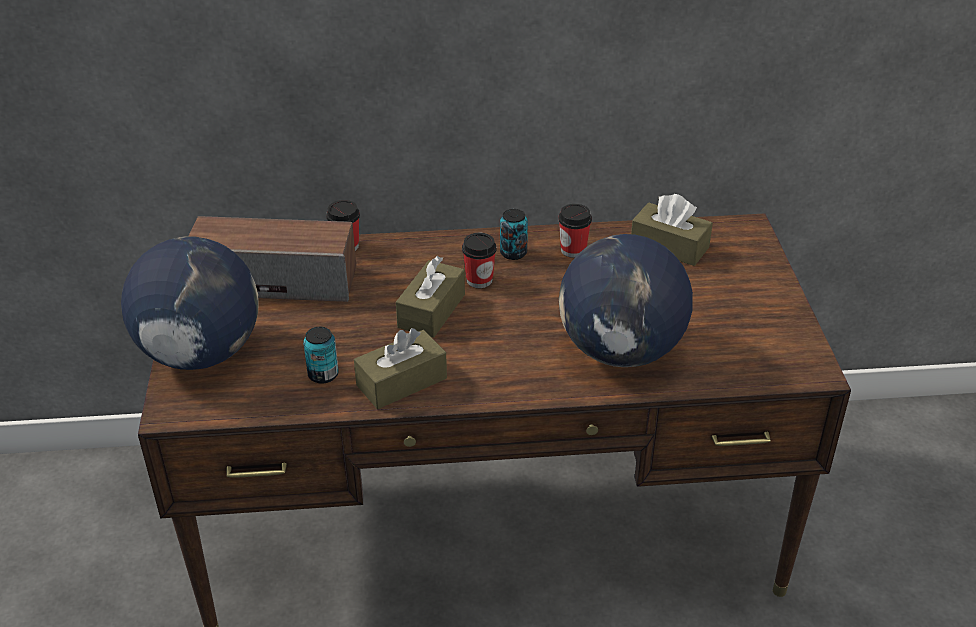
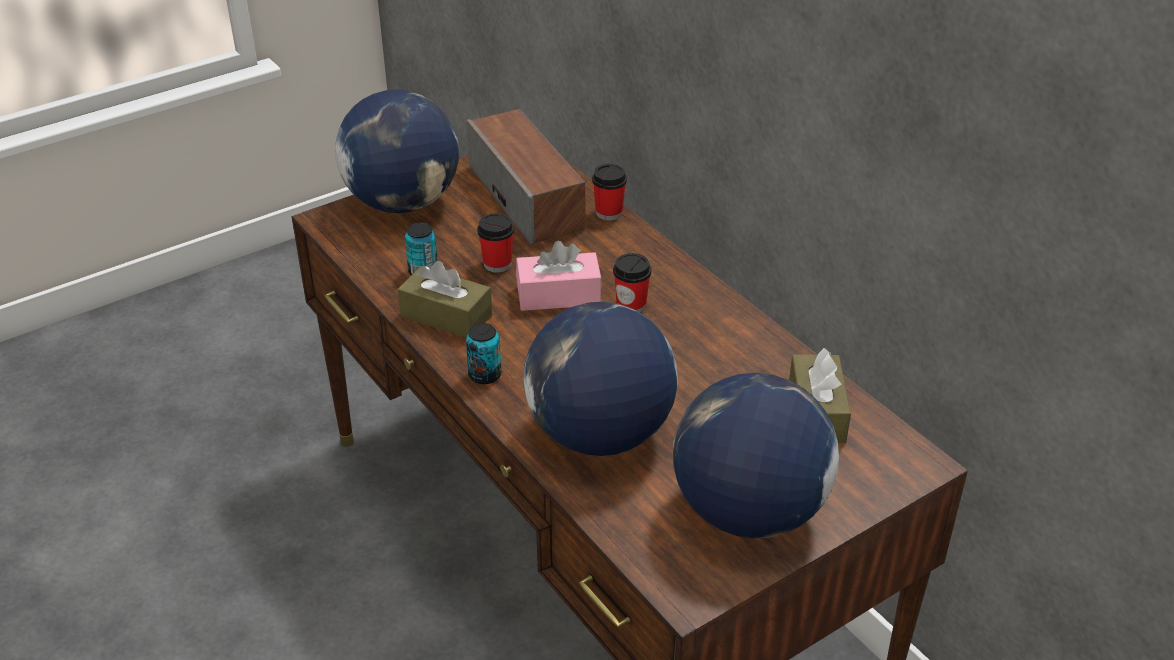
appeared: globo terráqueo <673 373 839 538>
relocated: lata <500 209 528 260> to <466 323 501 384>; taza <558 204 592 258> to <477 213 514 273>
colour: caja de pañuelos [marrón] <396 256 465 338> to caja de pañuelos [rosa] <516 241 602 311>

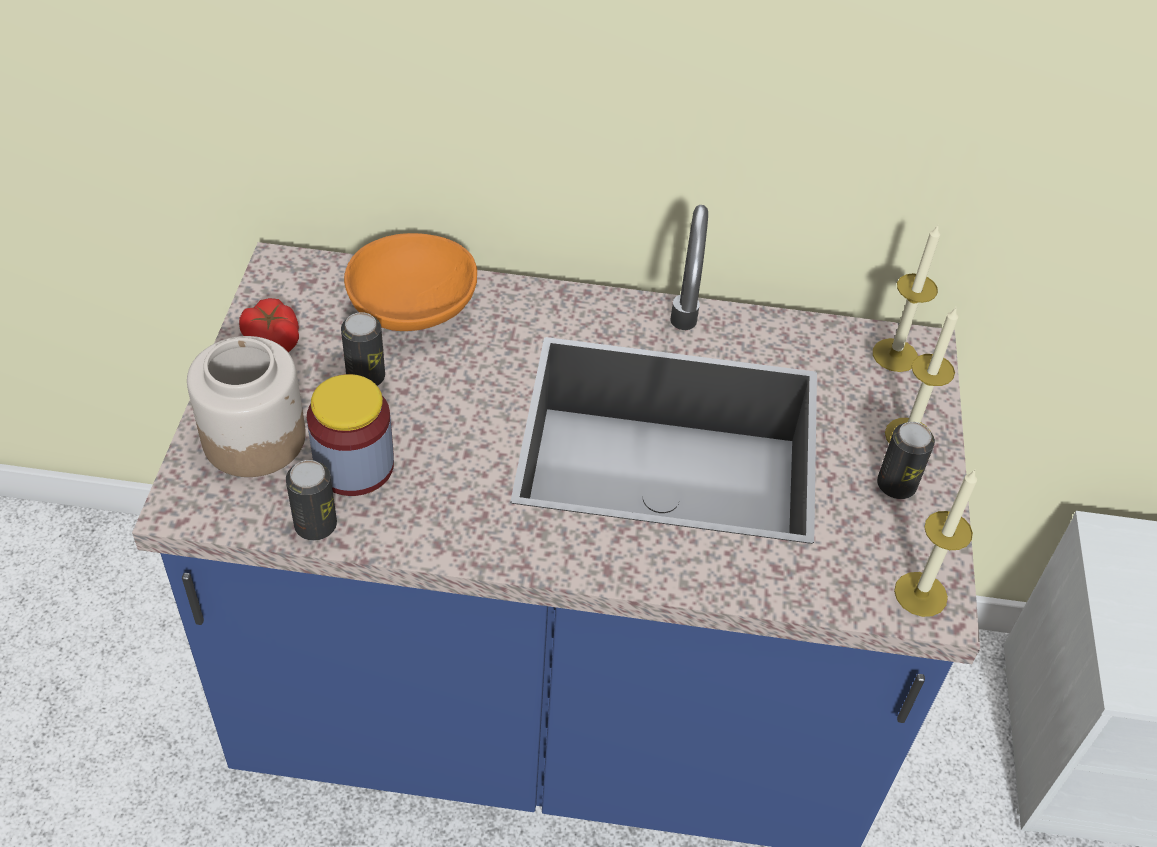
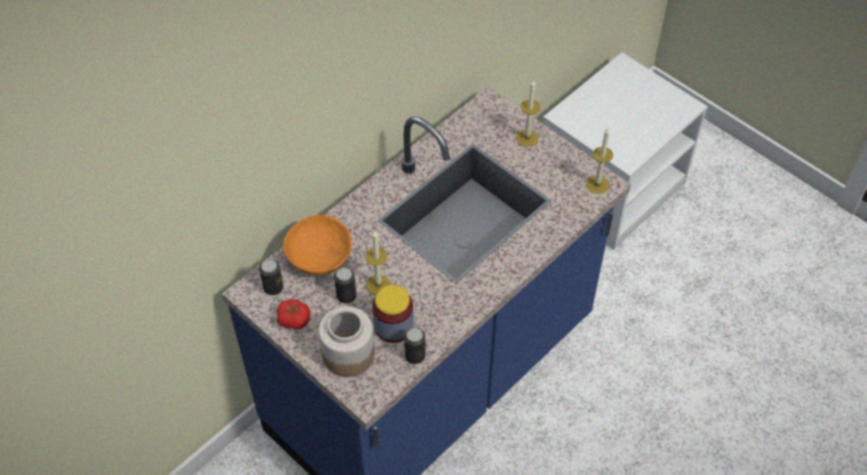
relocated: vela <873 224 940 372> to <366 231 391 295>; lata <877 422 935 499> to <259 259 283 295>

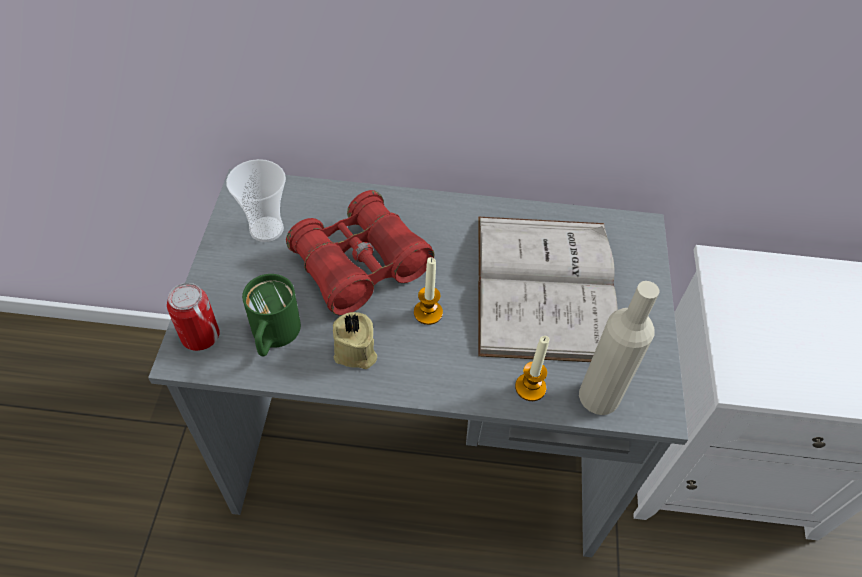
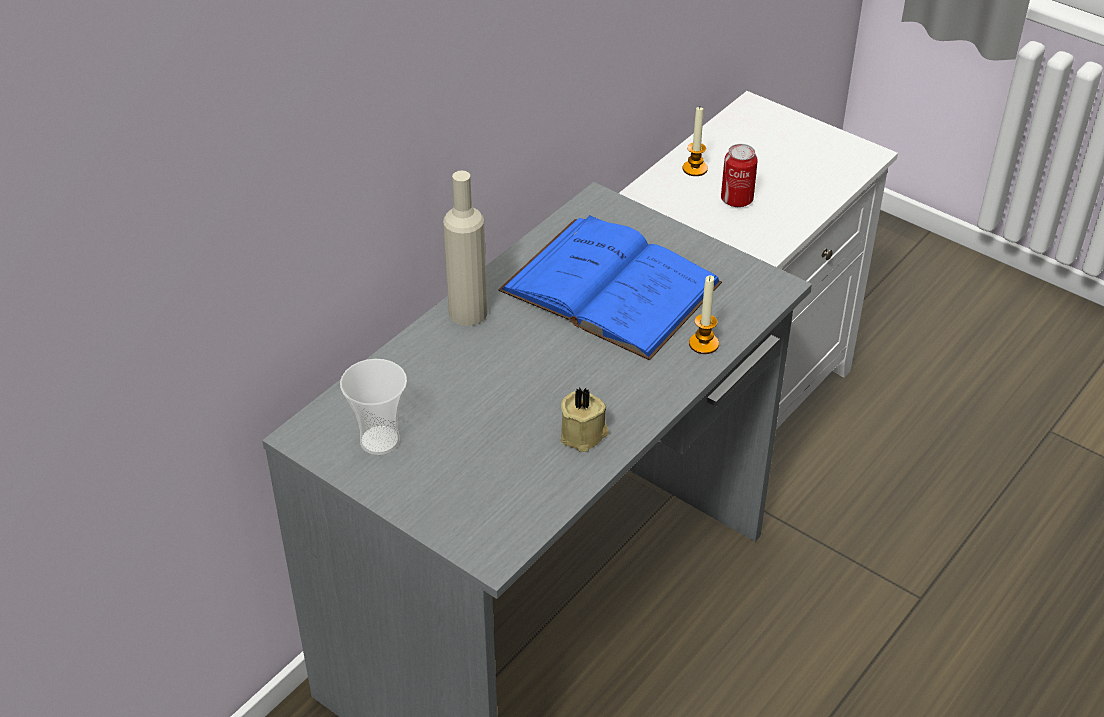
missing: taza grande [verde] <242 274 301 357>; prismáticos [rojo] <286 190 434 315>
relocated: lata <167 283 219 351> to <721 144 758 207>; vela <414 257 443 325> to <683 107 708 176>; botella [beis] <579 281 659 415> to <443 171 488 326>
colour: libro [blanco] <478 217 618 362> to libro [azul] <498 215 722 361>

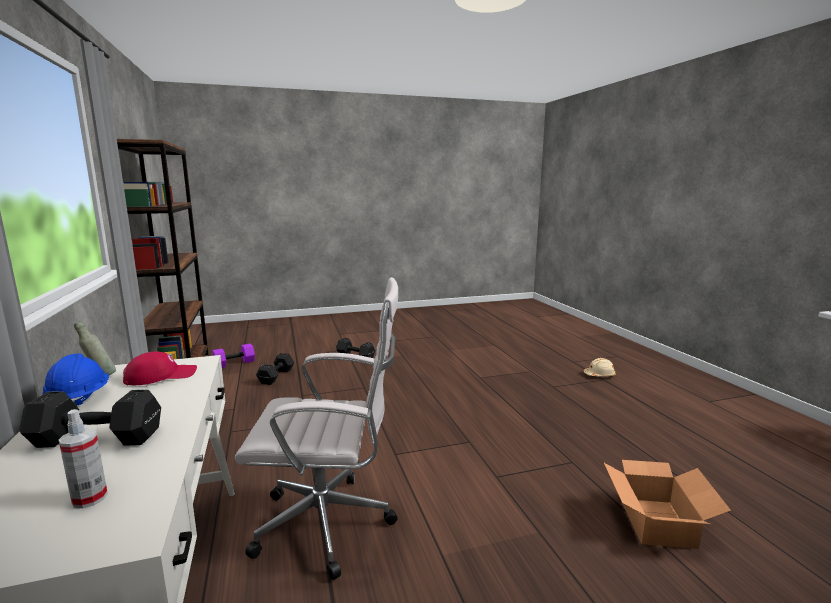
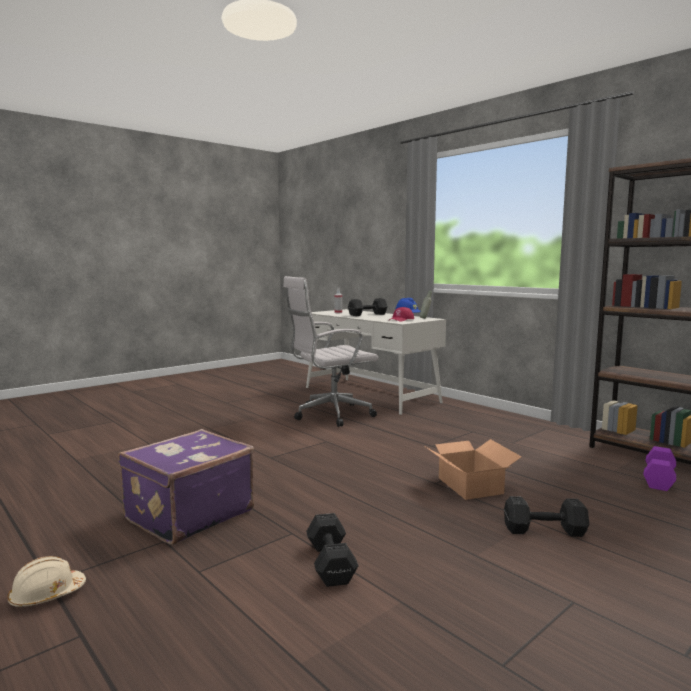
appeared: maleta [morado] <118 429 254 545>
relocated: mancuerna [negro] <256 353 295 385> to <306 513 359 587>; caja de cartón <604 460 731 549> to <424 439 522 500>

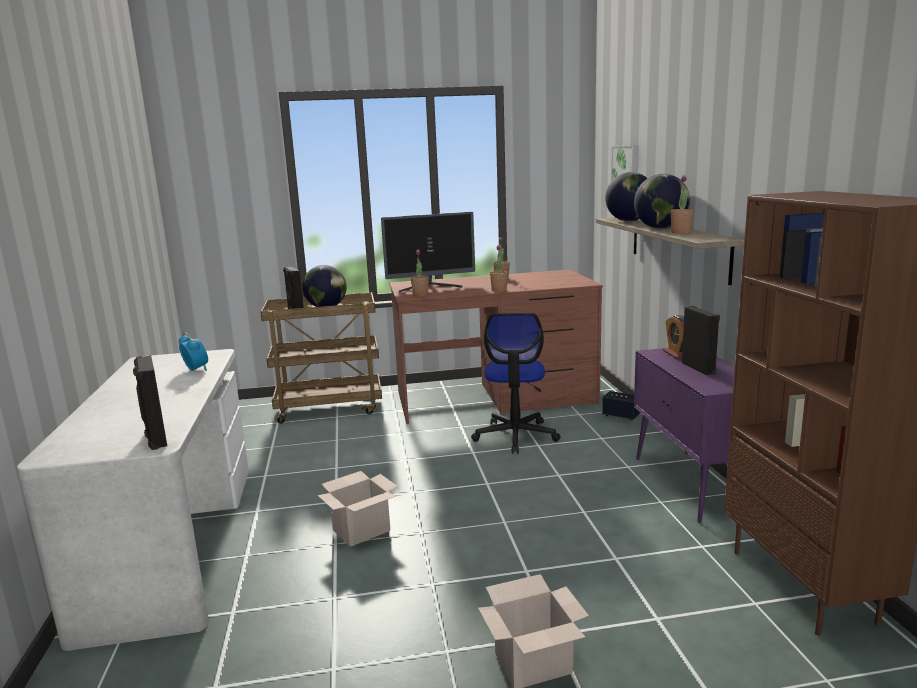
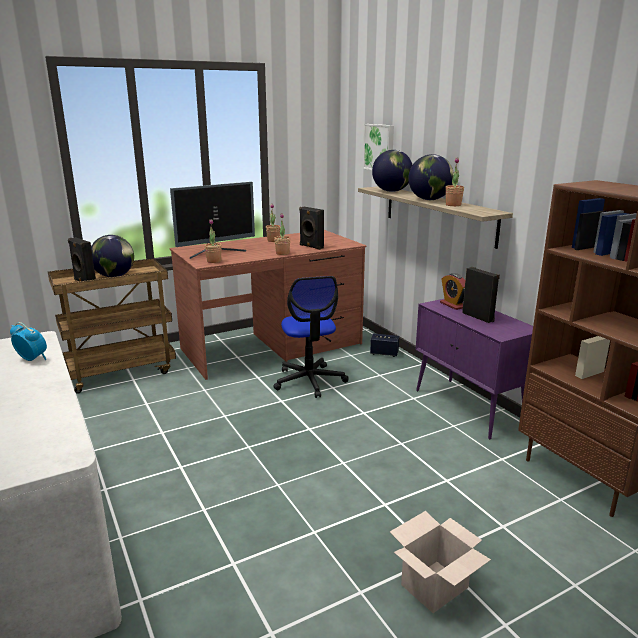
missing: caja de cartón <318 471 398 547>
relocated: altavoz [negro] <133 355 167 450> to <299 207 324 250>

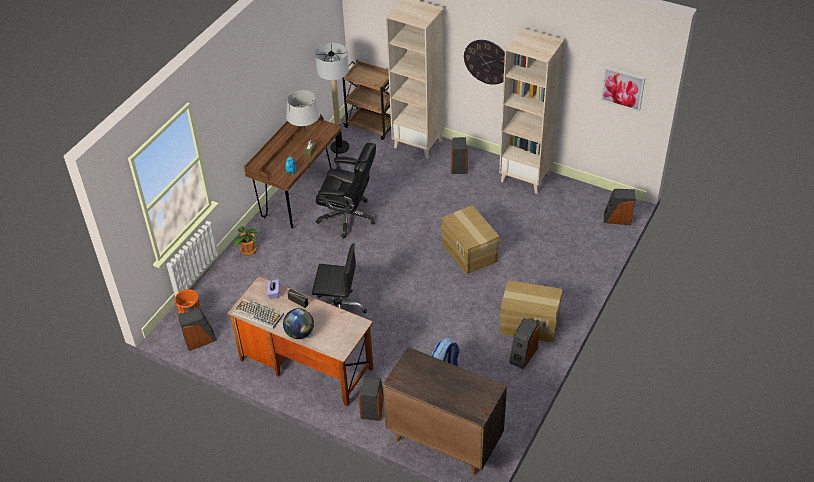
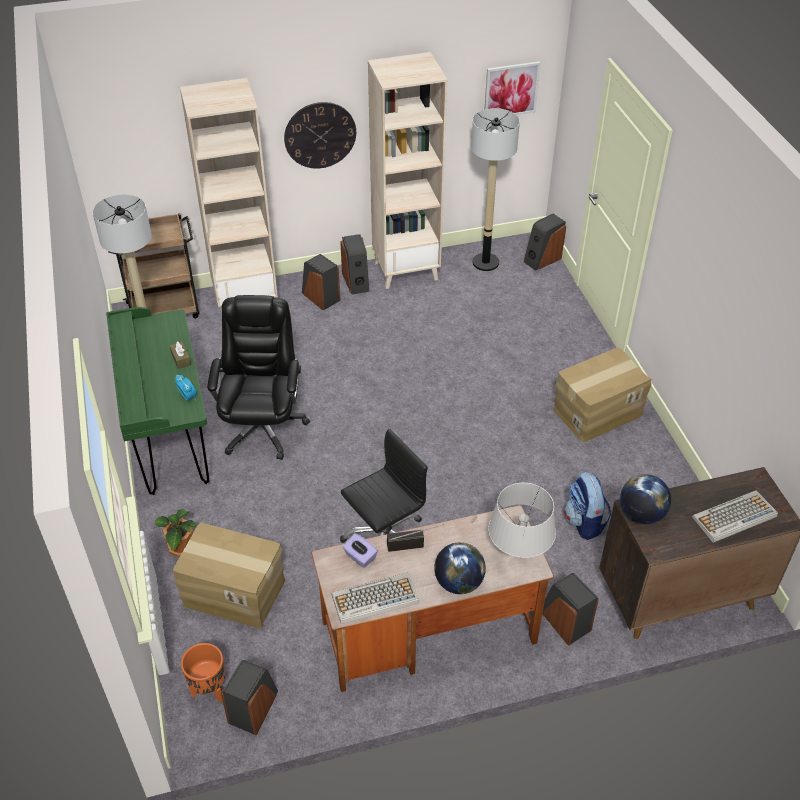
appeared: lámpara de pie <471 108 520 271>; globo terráqueo <620 474 671 524>; teclado <692 490 778 543>
relocated: lámpara de mesa [gris] <286 90 320 130> to <488 483 556 558>; caja de cartón <441 206 500 275> to <173 523 285 628>; altavoz <509 318 540 369> to <340 234 369 294>
colour: escritorio [marrón] <244 114 341 228> to escritorio [verde] <106 307 209 495>
spun: silla de oficina [negro] <316 143 376 238> = <207 295 310 460> 60 degrees counterclockwise

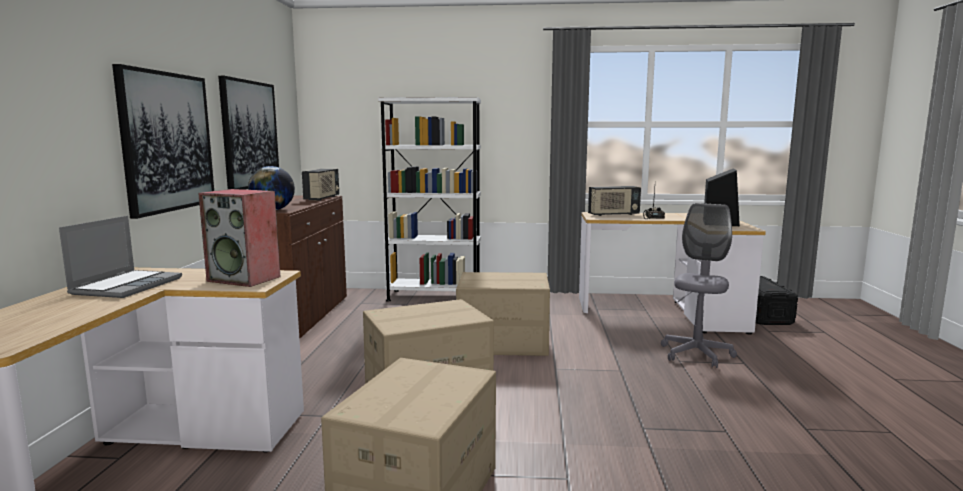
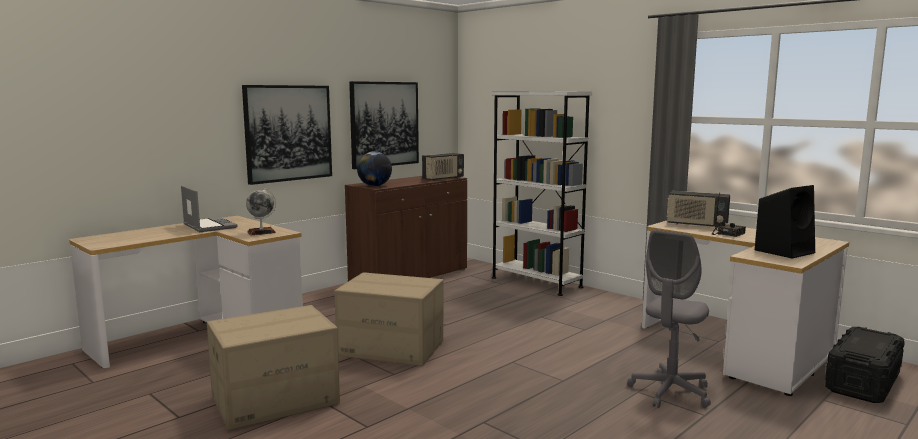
missing: caja de cartón <456 272 550 356>
exchanged: altavoz <198 189 280 287> to globo terráqueo <246 188 276 235>
spun: portátil <59 216 182 298> = <181 186 238 232> 90 degrees counterclockwise; silla de oficina [gris] <661 203 737 368> = <627 230 711 408> 150 degrees clockwise

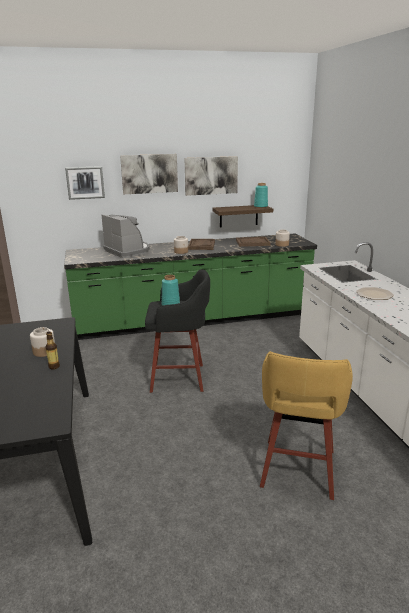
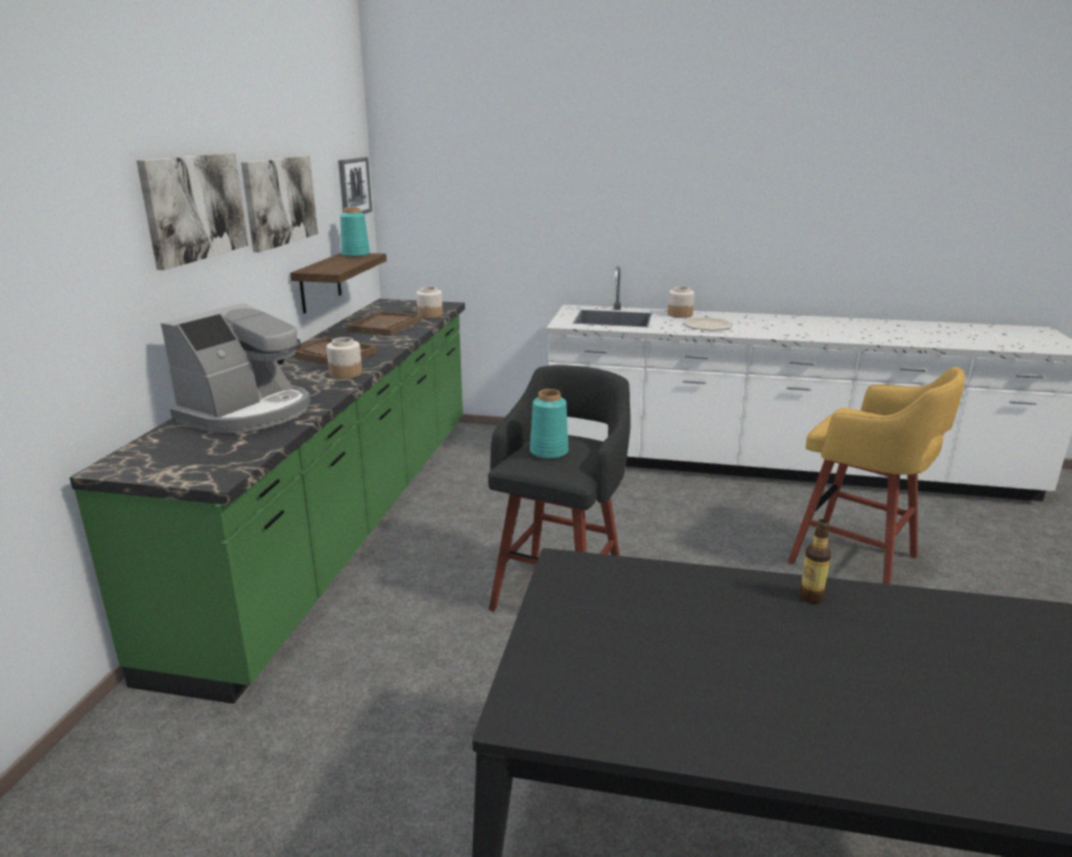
relocated: tarro <30 327 55 357> to <668 286 694 318>; cuadro <65 166 105 200> to <338 157 372 214>
spun: cafetera <102 215 150 258> = <161 303 311 433> 135 degrees clockwise

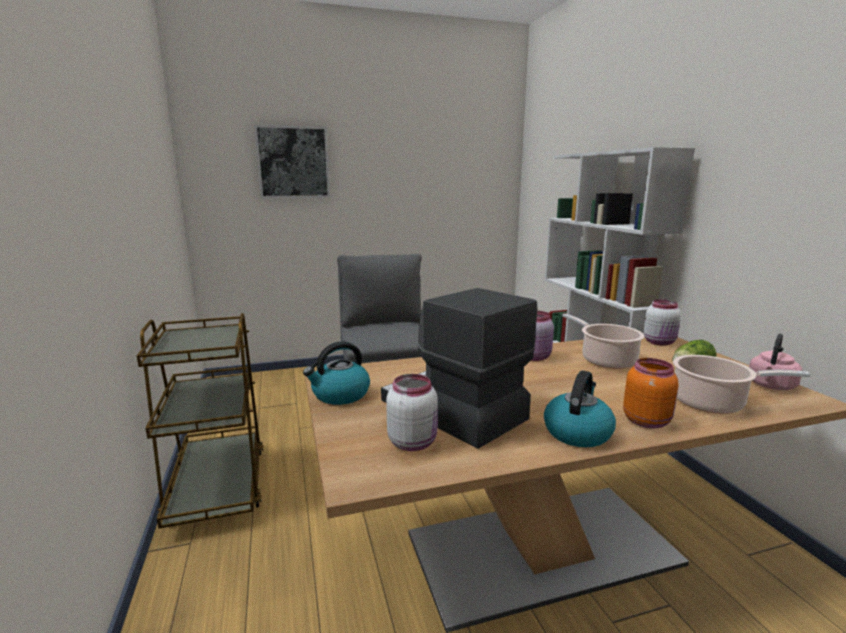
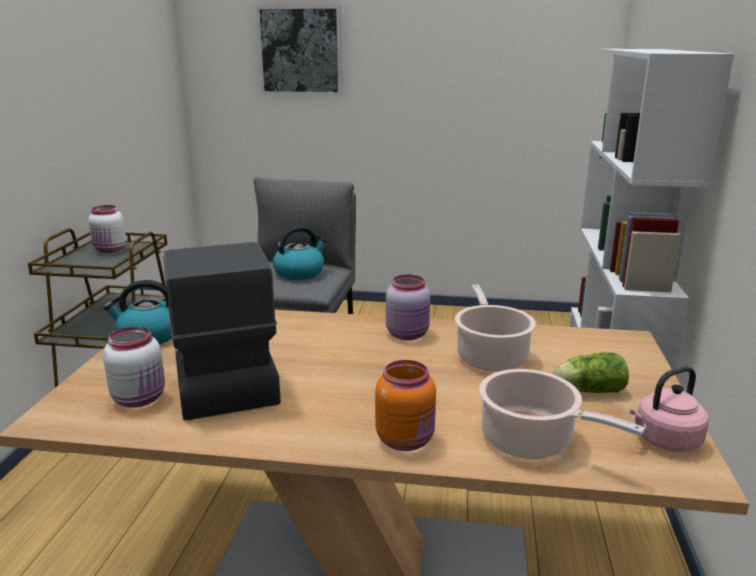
relocated: hervidor <544 371 616 447> to <273 226 327 280>; tarro [blanco] <643 299 681 346> to <88 205 126 253>

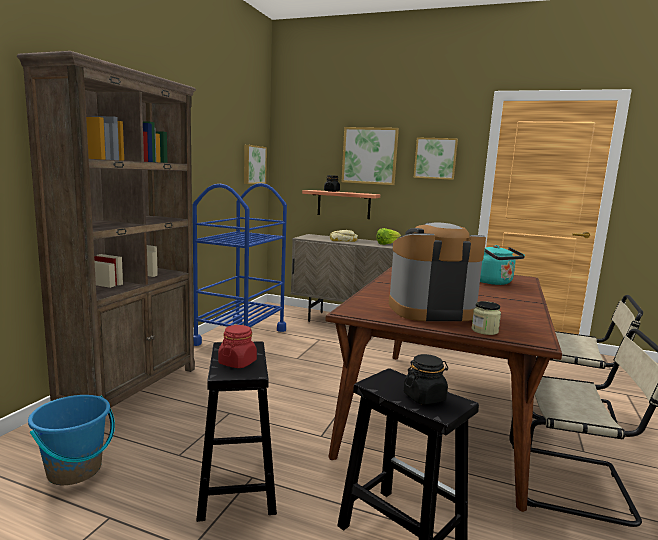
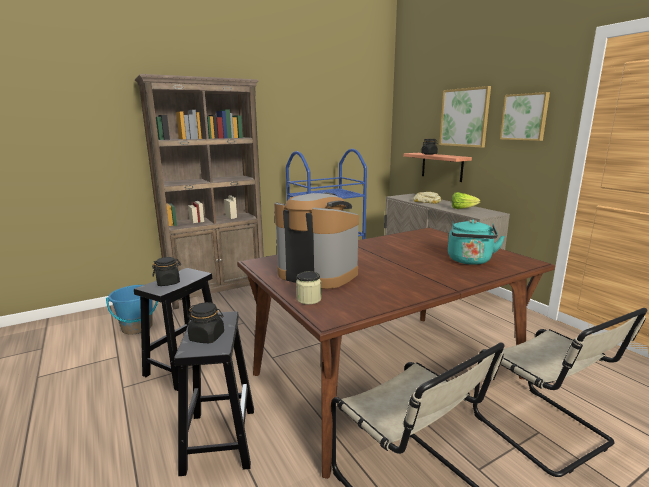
missing: cuadro <244 145 267 184>
colour: tarro [rojo] <218 325 257 368> to tarro [negro] <152 257 181 286>

